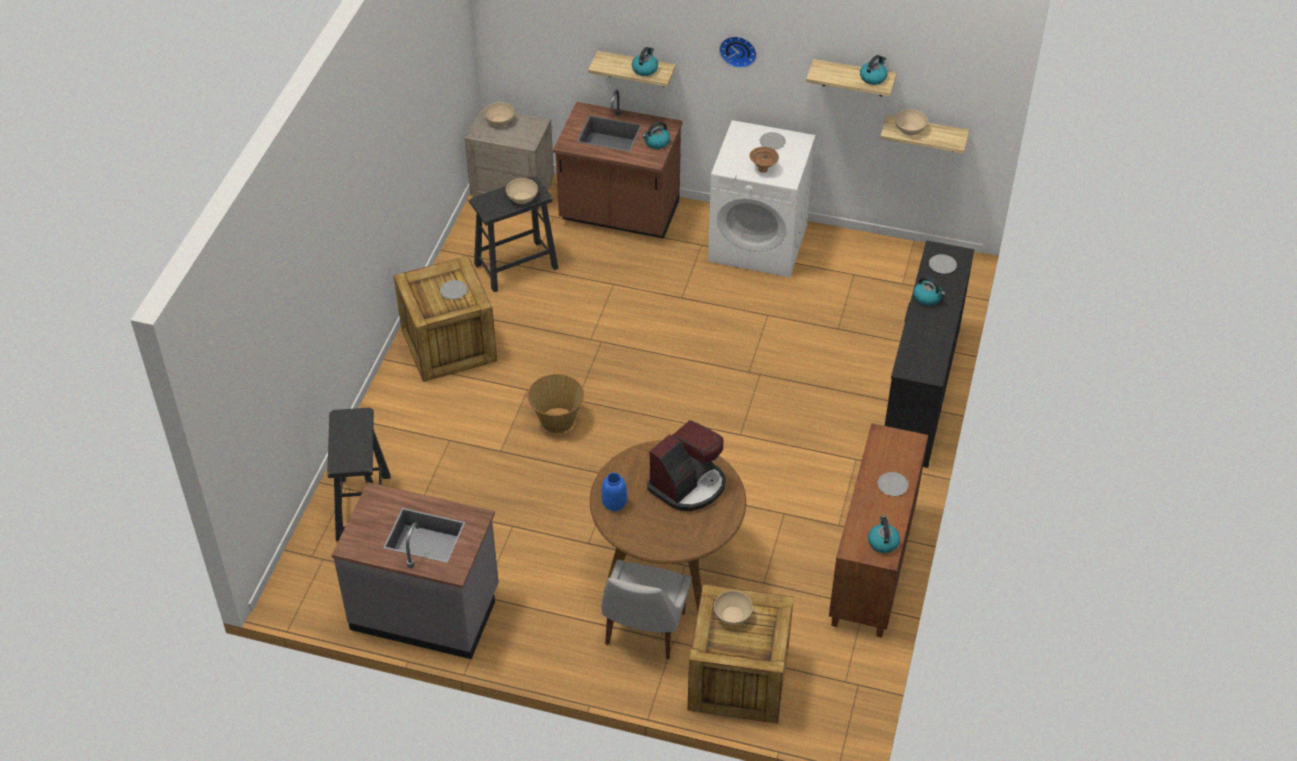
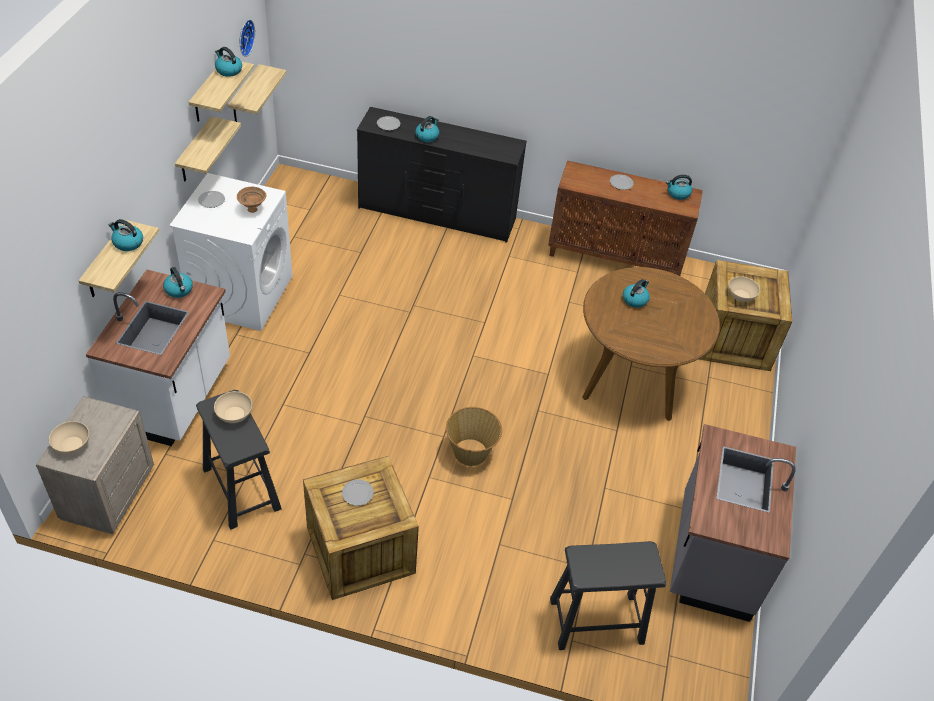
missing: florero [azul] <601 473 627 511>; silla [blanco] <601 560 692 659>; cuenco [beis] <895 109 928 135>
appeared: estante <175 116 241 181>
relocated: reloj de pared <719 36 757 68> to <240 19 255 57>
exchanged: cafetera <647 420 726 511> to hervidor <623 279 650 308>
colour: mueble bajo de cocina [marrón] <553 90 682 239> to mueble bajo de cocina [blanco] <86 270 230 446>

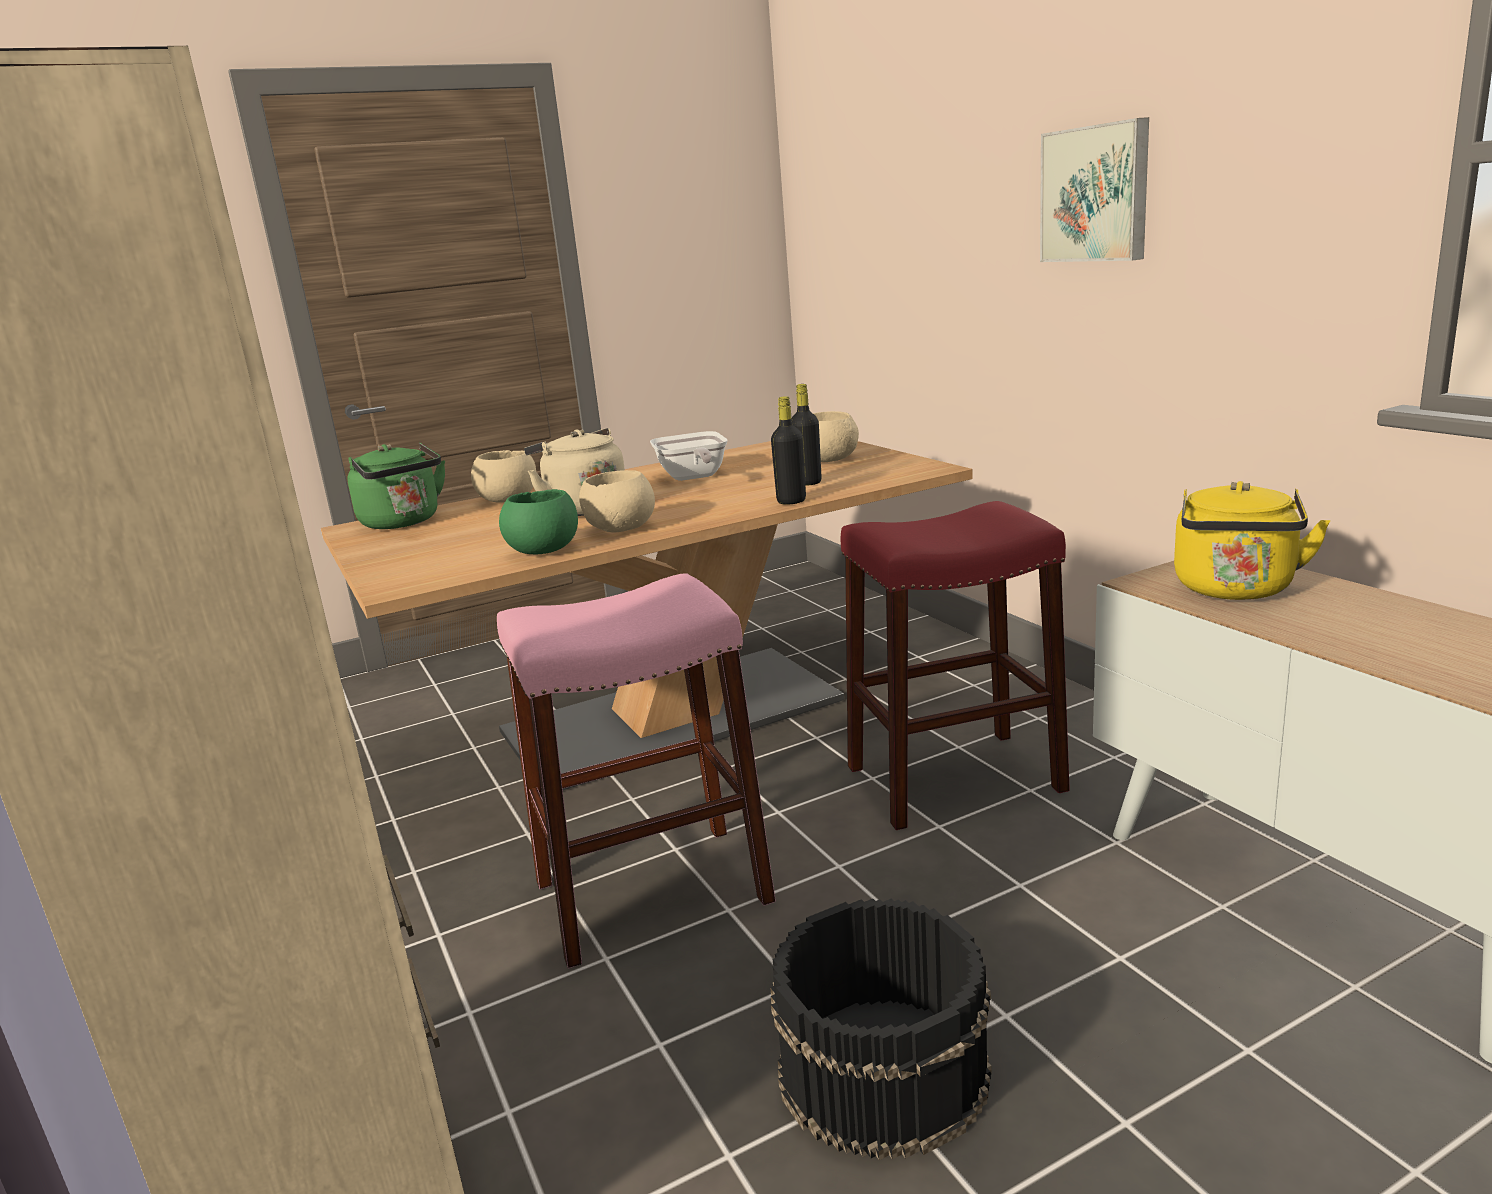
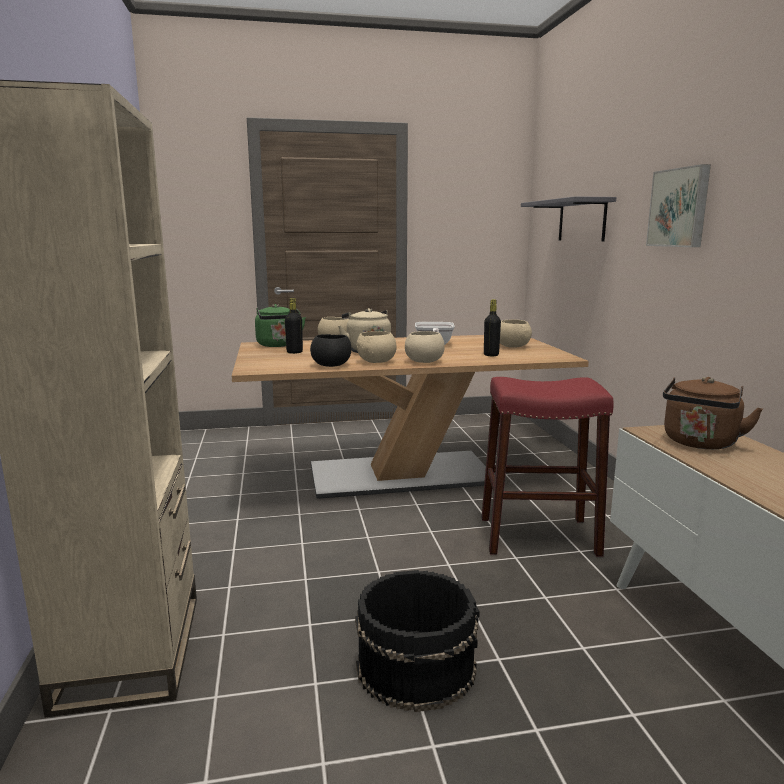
missing: taburete [rosa] <497 573 776 968>
appeared: cuenco [beis] <405 331 445 363>; estante [gris] <521 196 617 242>
relocated: botella [negro] <771 396 806 505> to <285 298 303 354>
colour: cuenco [verde] <499 489 578 554> to cuenco [negro] <310 334 351 367>; hervidor [amarillo] <1174 481 1330 600> to hervidor [marrón] <663 377 763 449>

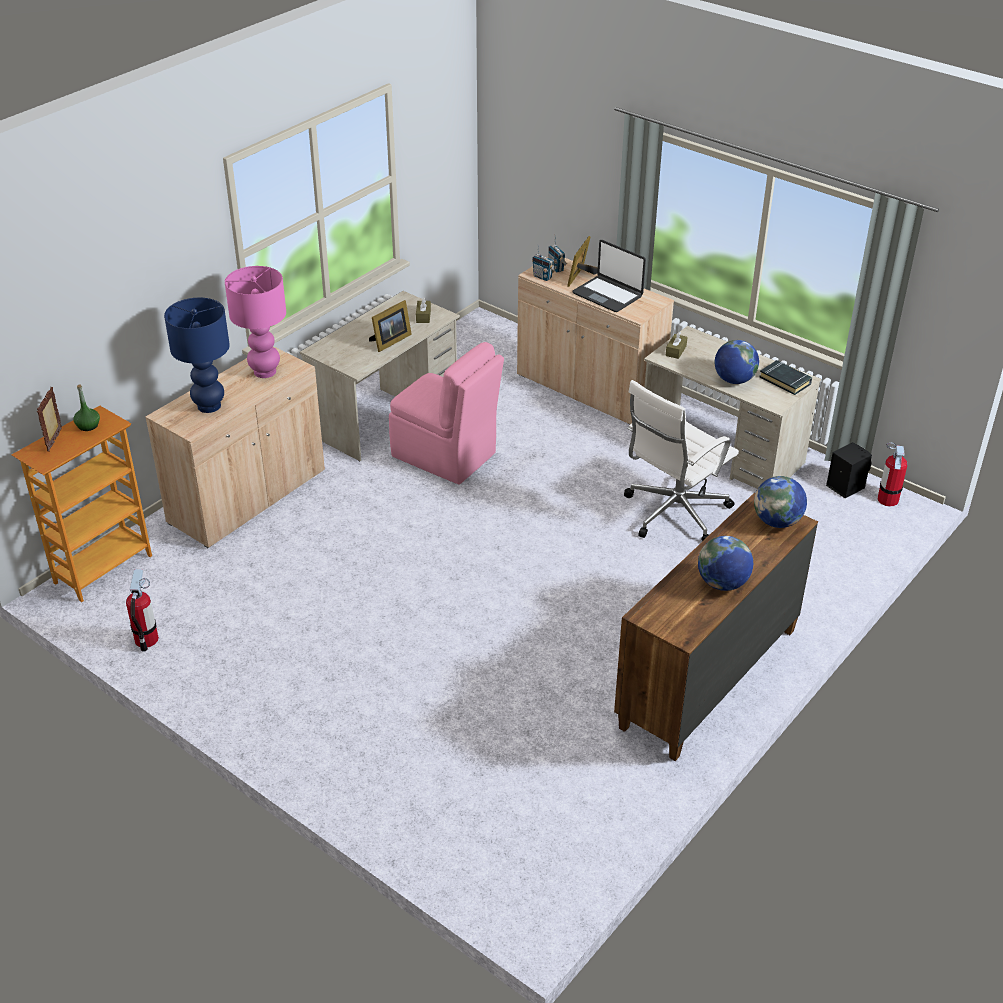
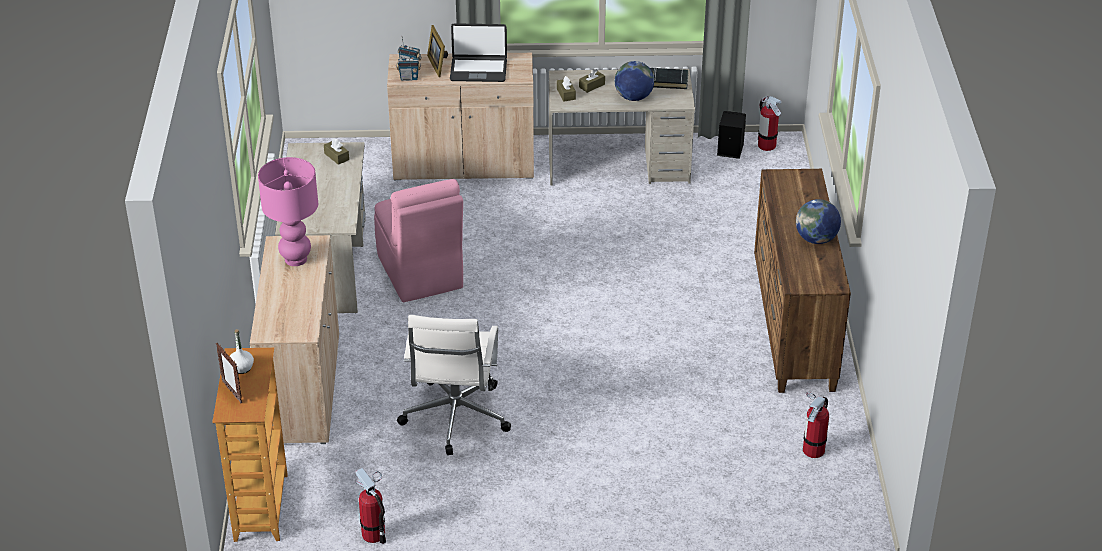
missing: lámpara de mesa [azul] <164 298 230 413>; portarretratos <369 300 412 352>; globo terráqueo <754 476 807 528>
appeared: caja de pañuelos [marrón] <579 69 605 93>; extintor <803 392 829 458>
relocated: silla de oficina [blanco] <624 380 739 541> to <397 315 511 455>
colour: botella [verde] <73 384 100 431> to botella [blanco] <230 329 254 374>
spun: silla [rosa] <389 342 504 485> = <374 179 463 302> 75 degrees clockwise

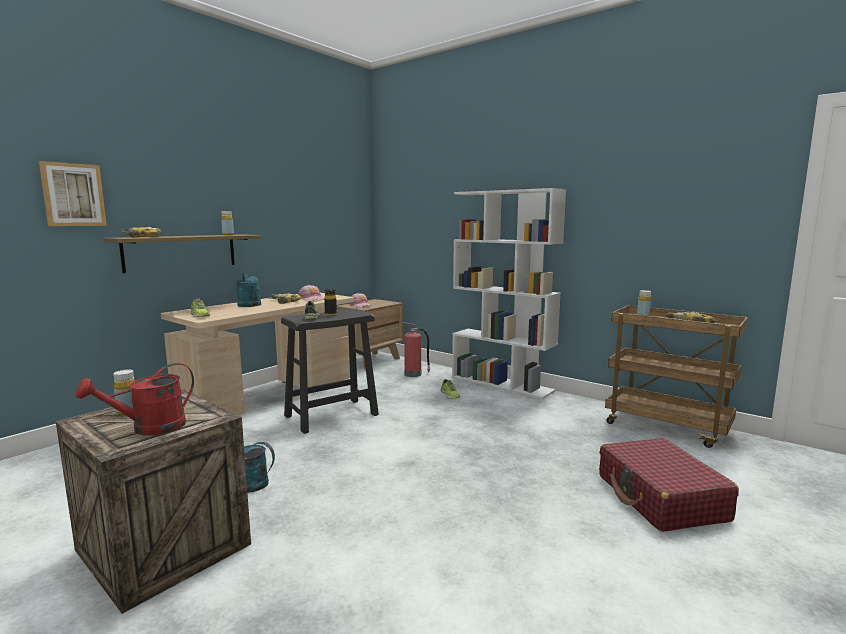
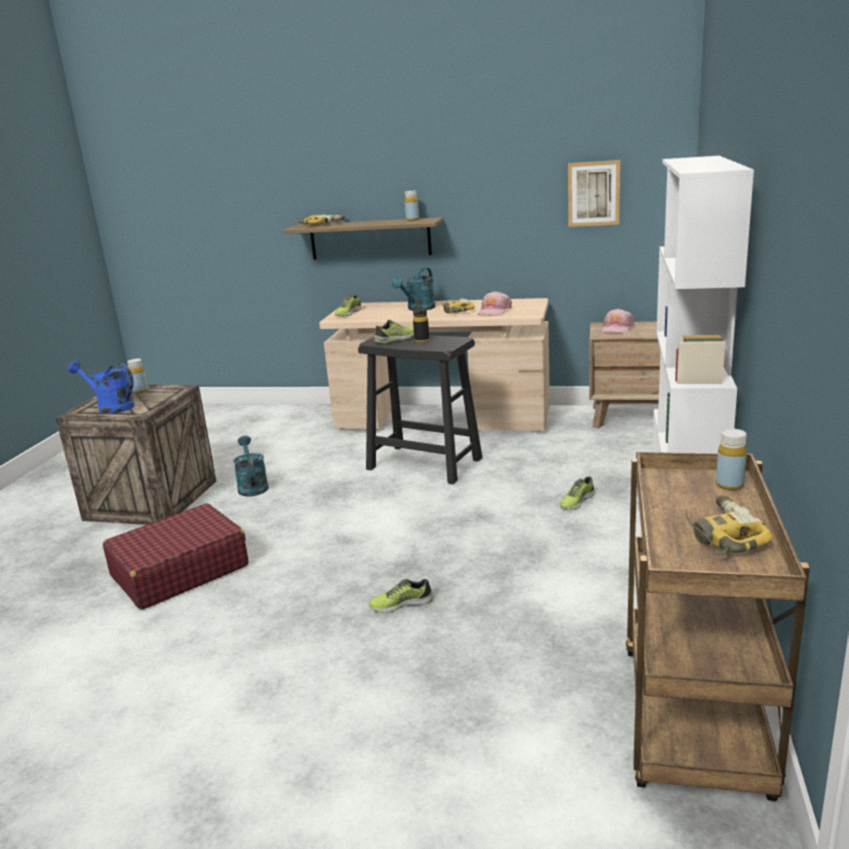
missing: extintor <402 322 430 377>
appeared: zapato <369 579 433 613>
relocated: cuadro <39 161 107 226> to <568 160 620 227>; maleta [rojo] <599 438 739 532> to <103 503 249 610>
colour: regadera [rojo] <76 363 194 436> to regadera [azul] <68 360 135 414>

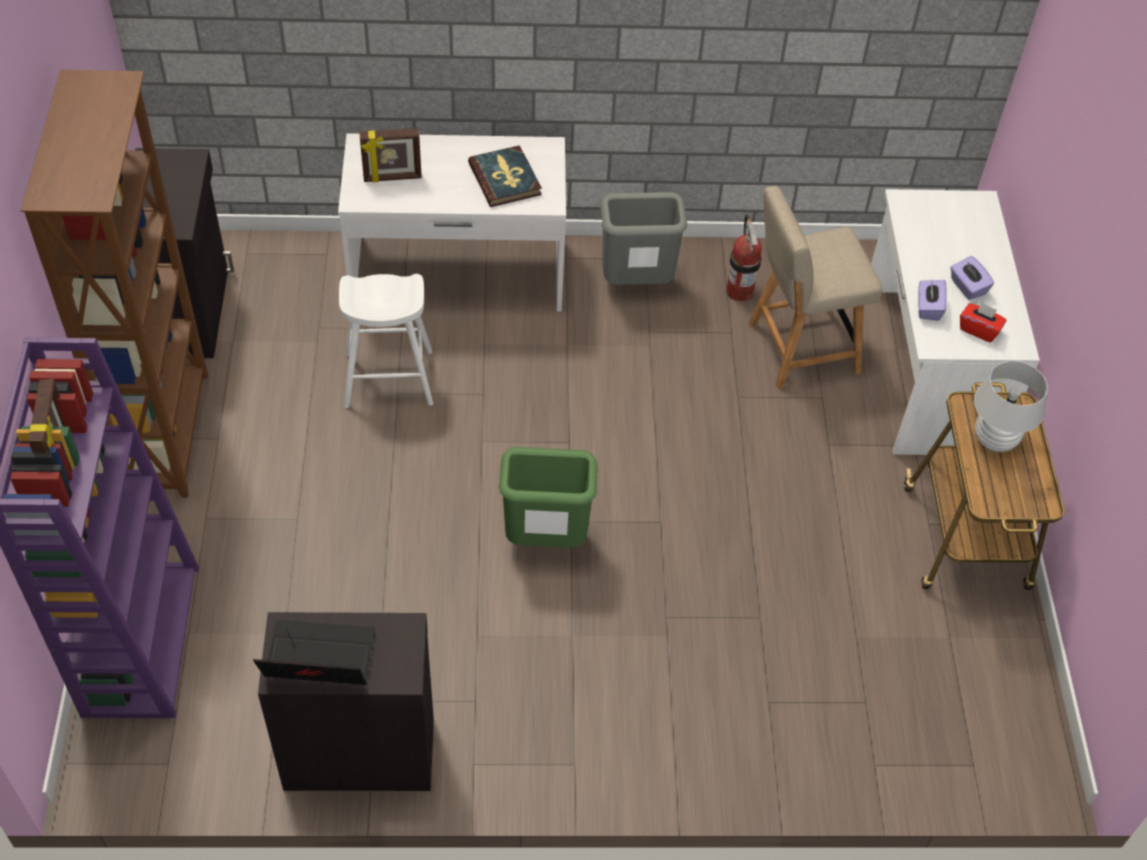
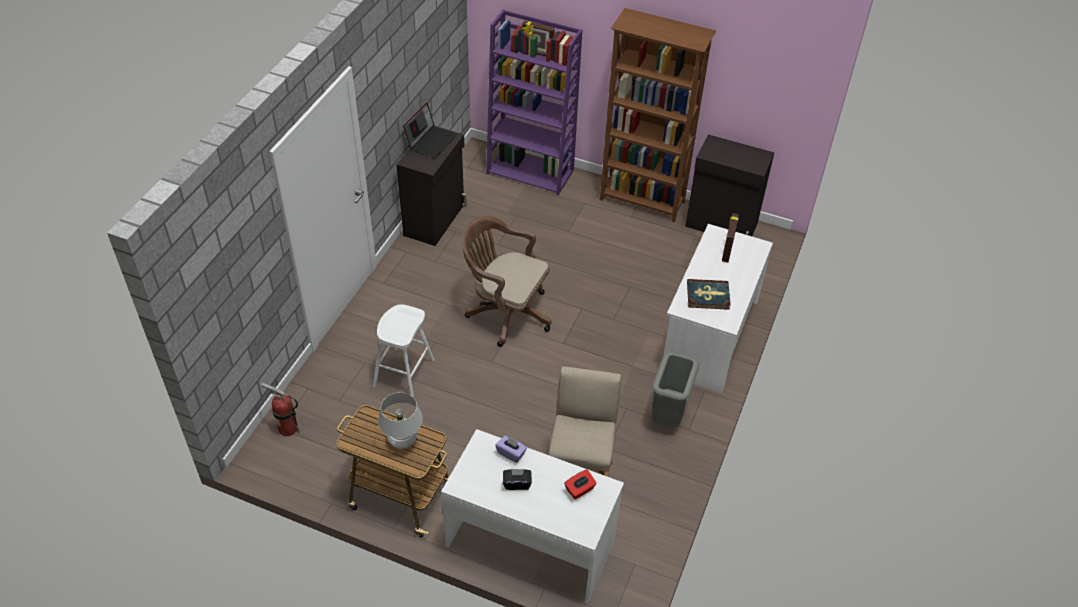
relocated: taburete [blanco] <339 274 433 408> to <373 304 435 398>; extintor <726 214 762 302> to <261 382 300 436>; caja de pañuelos [rojo] <960 302 1006 342> to <564 469 597 499>
exchanged: papelera [verde] <499 447 598 548> to silla de oficina [marrón] <462 216 552 347>
colour: caja de pañuelos [morado] <950 256 994 300> to caja de pañuelos [negro] <503 469 532 490>

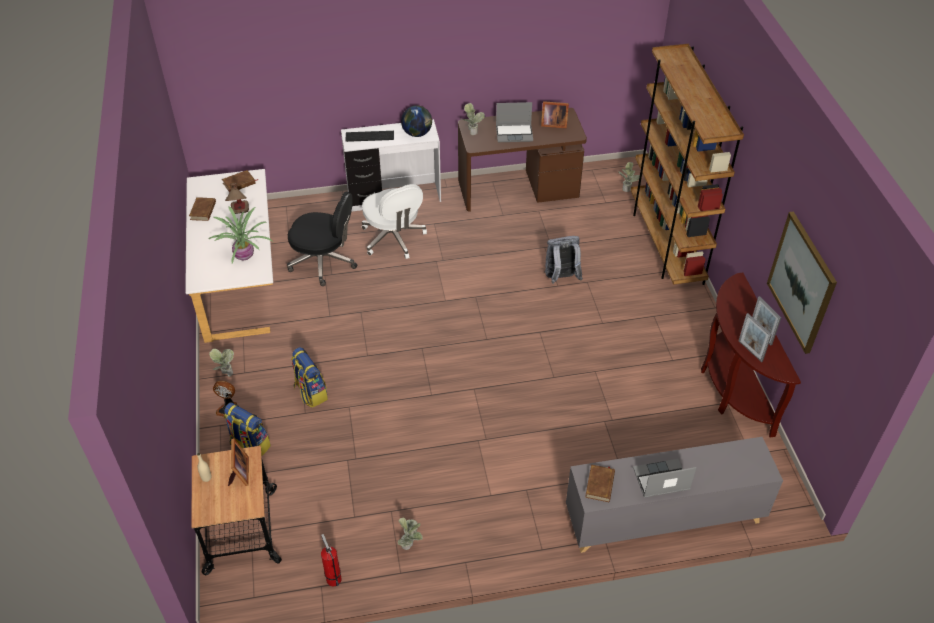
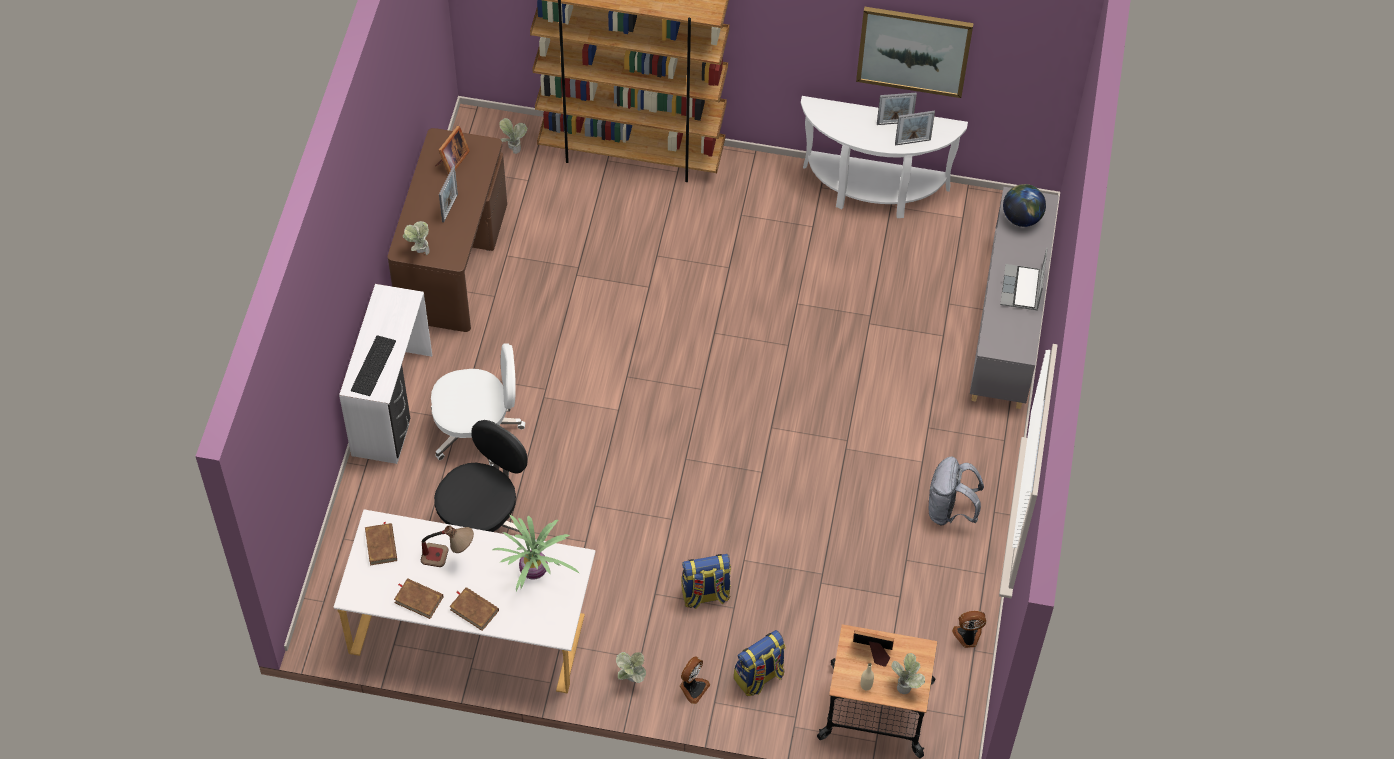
relocated: planta en maceta <397 517 423 550> to <891 653 925 694>; globo terráqueo <401 105 432 137> to <1003 184 1046 227>; mochila [gris] <544 236 583 284> to <929 456 984 526>; libro [marrón] <585 464 615 502> to <449 587 499 631>
exchanged: extintor <321 534 342 586> to ventilador <952 611 986 648>; portátil <496 102 533 142> to portarretratos <439 166 458 222>
colour: mesa consola [marrón] <701 272 801 438> to mesa consola [blanco] <801 96 968 218>

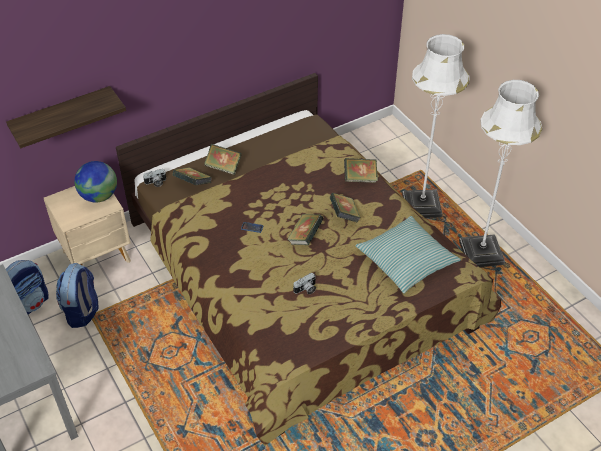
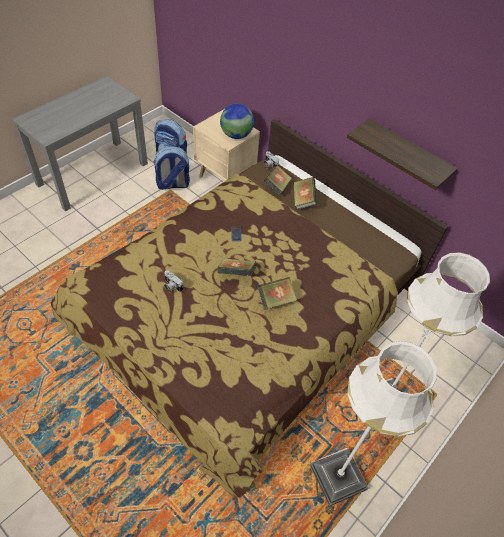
missing: libro <344 158 378 183>; cojín <355 216 461 293>
relocated: estante <6 86 126 148> to <347 118 458 190>

